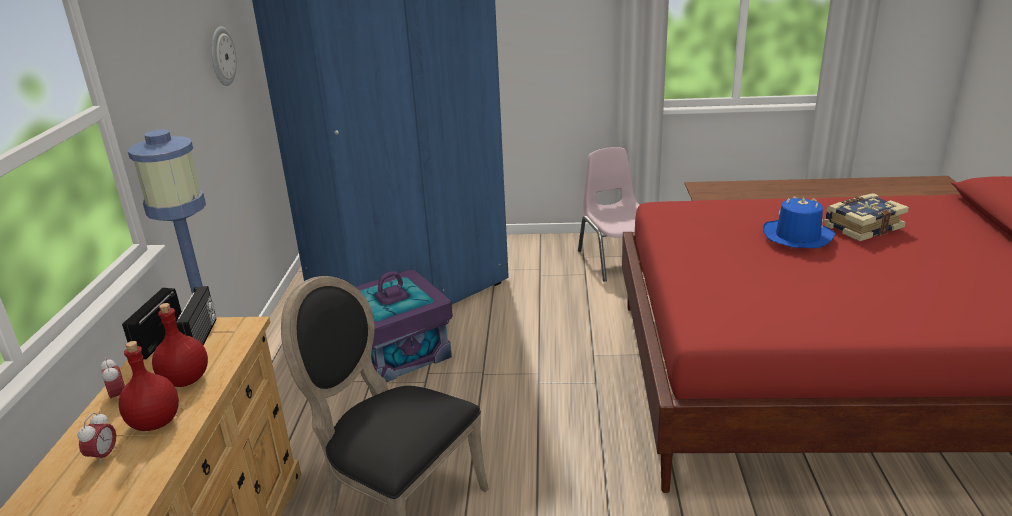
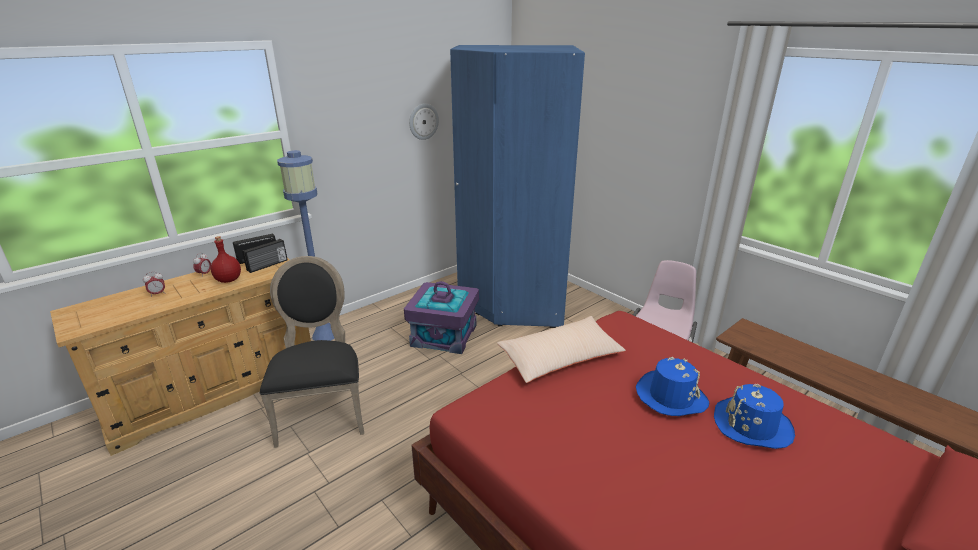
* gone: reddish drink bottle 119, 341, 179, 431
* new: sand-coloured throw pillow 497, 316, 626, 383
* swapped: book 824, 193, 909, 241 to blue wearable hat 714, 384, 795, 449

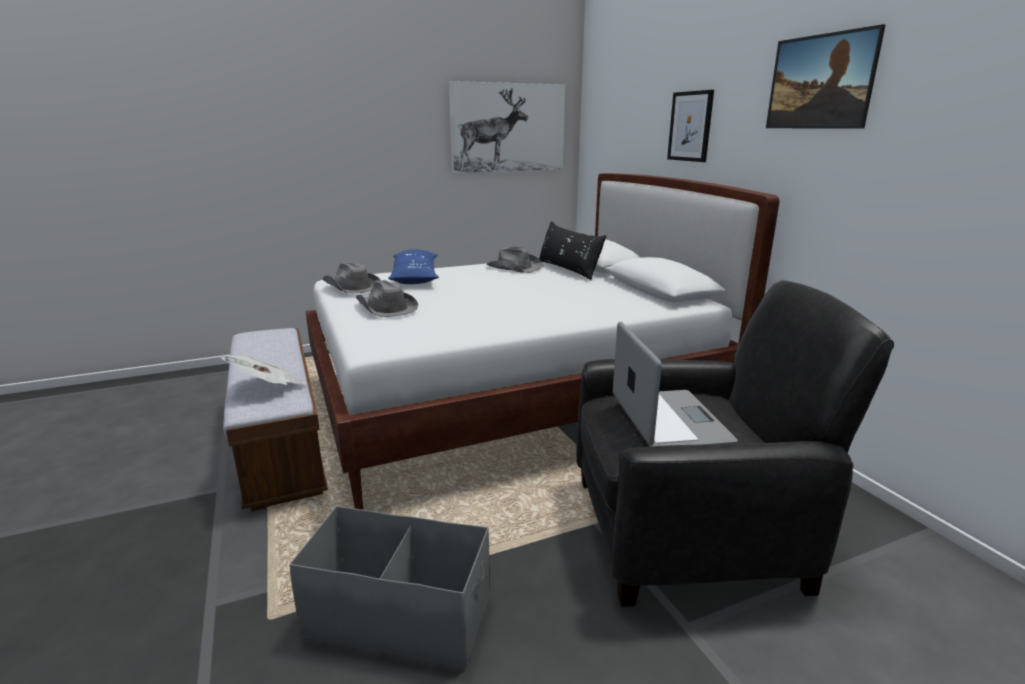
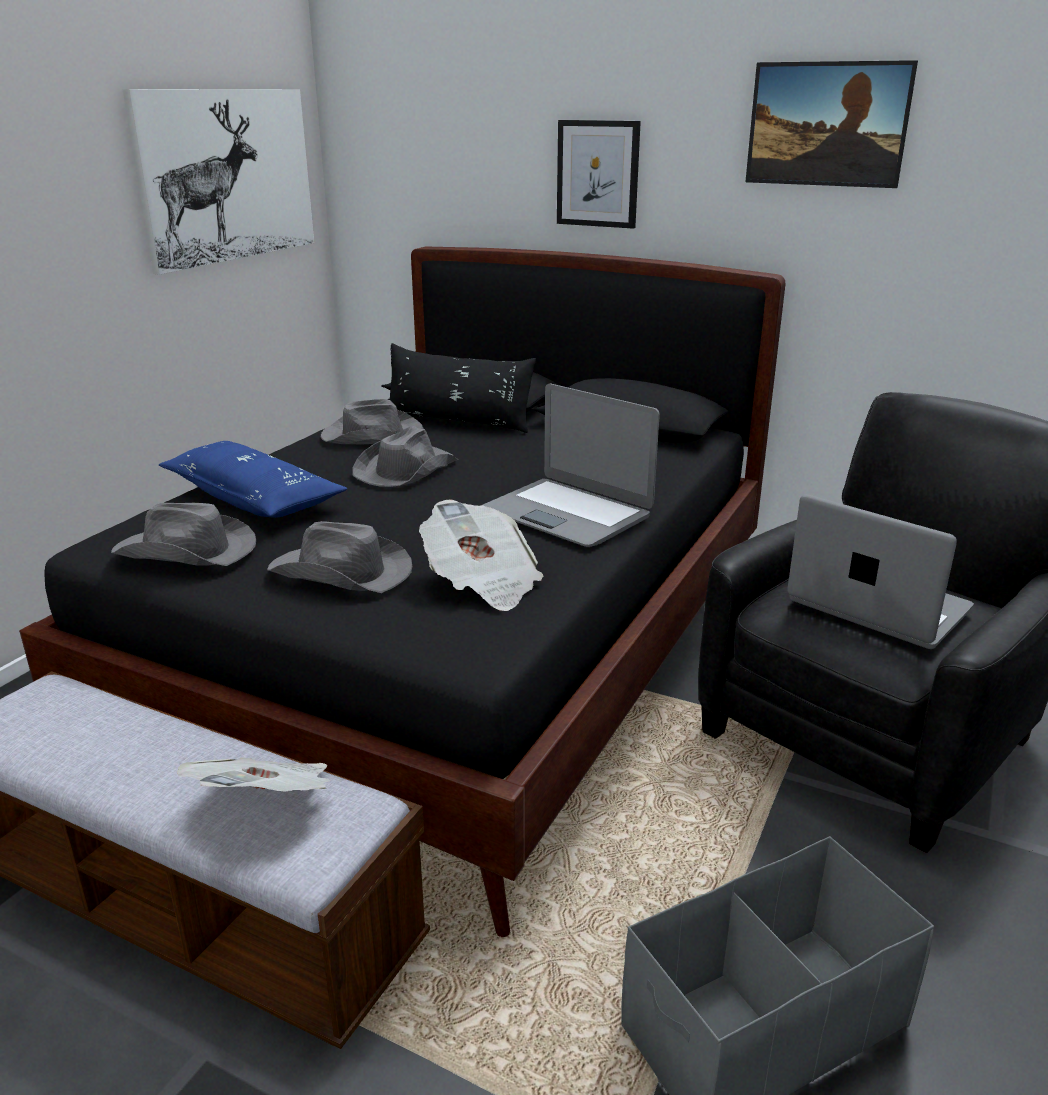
* new: gray wearable hat 352, 426, 458, 487
* new: printed paper 419, 500, 544, 611
* new: notebook computer 481, 384, 660, 547
* repainted: white bed 305, 173, 779, 510 to black-coloured bed 19, 247, 785, 937

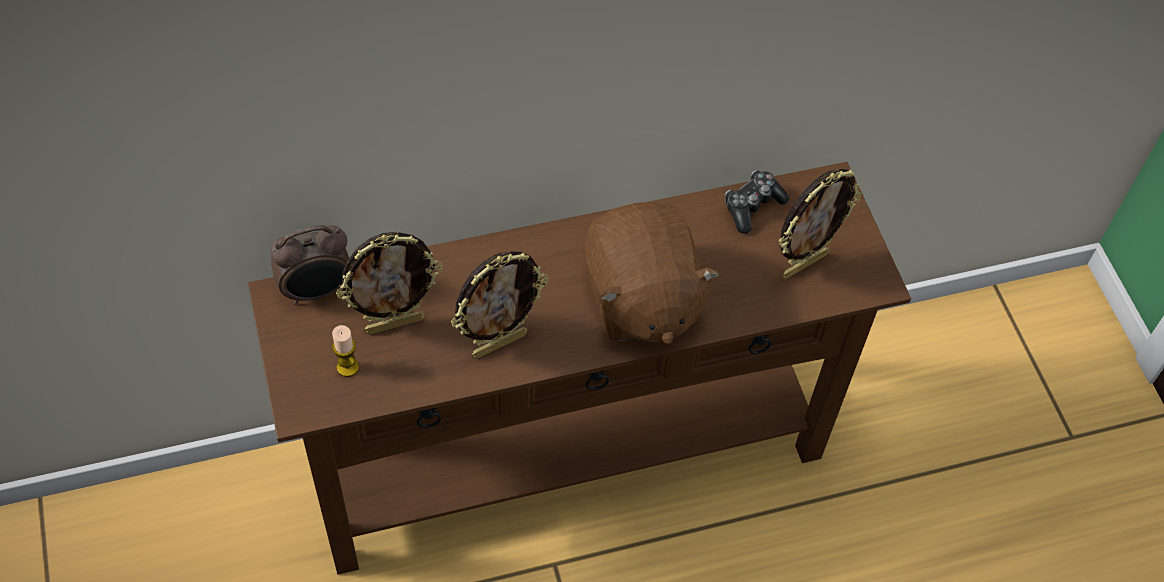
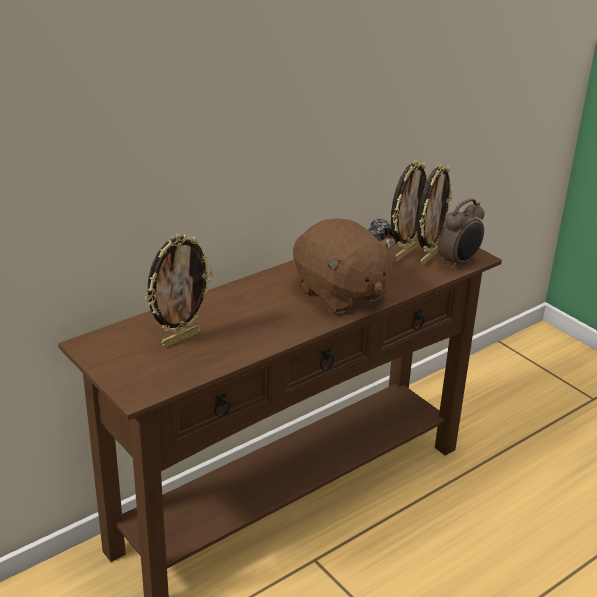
* gone: candle 332, 325, 359, 377
* shifted: table clock 271, 225, 349, 305 to 438, 199, 485, 270
* shifted: photo frame 451, 251, 548, 359 to 391, 160, 427, 262

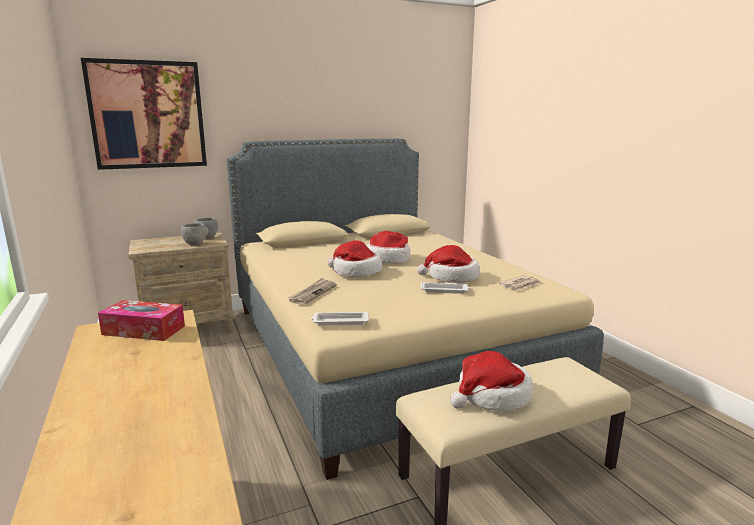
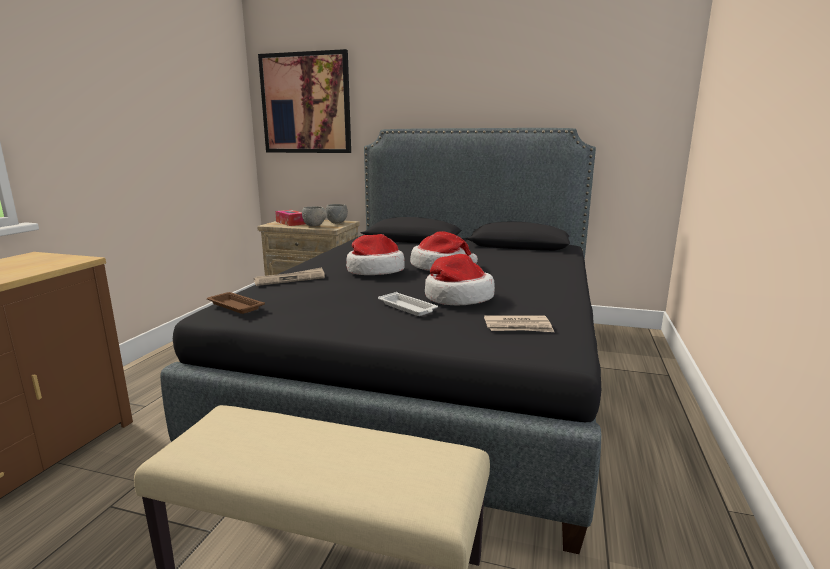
* gone: wearable hat 450, 351, 533, 411
* shifted: tissue box 98, 300, 185, 341 to 275, 210, 305, 226
* repainted: sand-coloured bed 227, 139, 604, 480 to black-coloured bed 160, 128, 601, 554
* repainted: white serving tray 311, 311, 369, 325 to brownish serving tray 207, 292, 265, 314

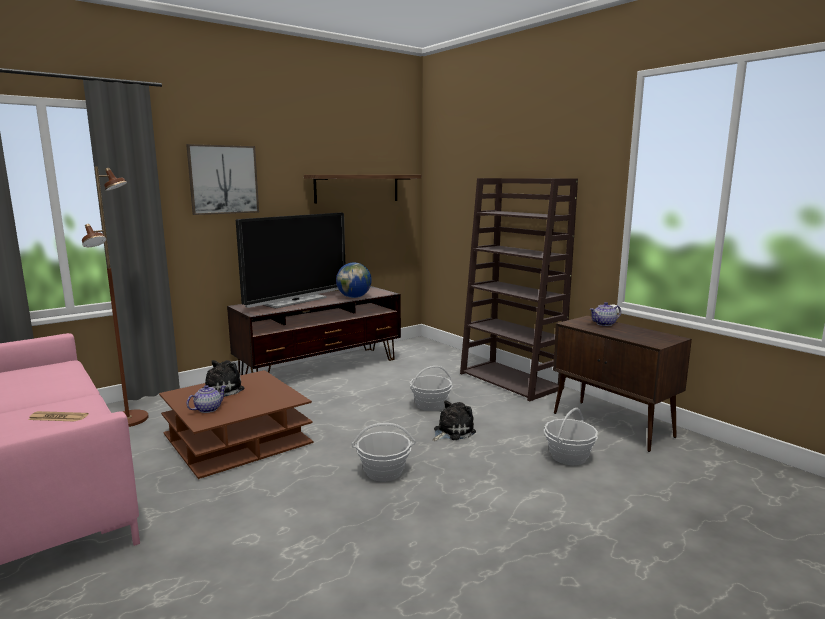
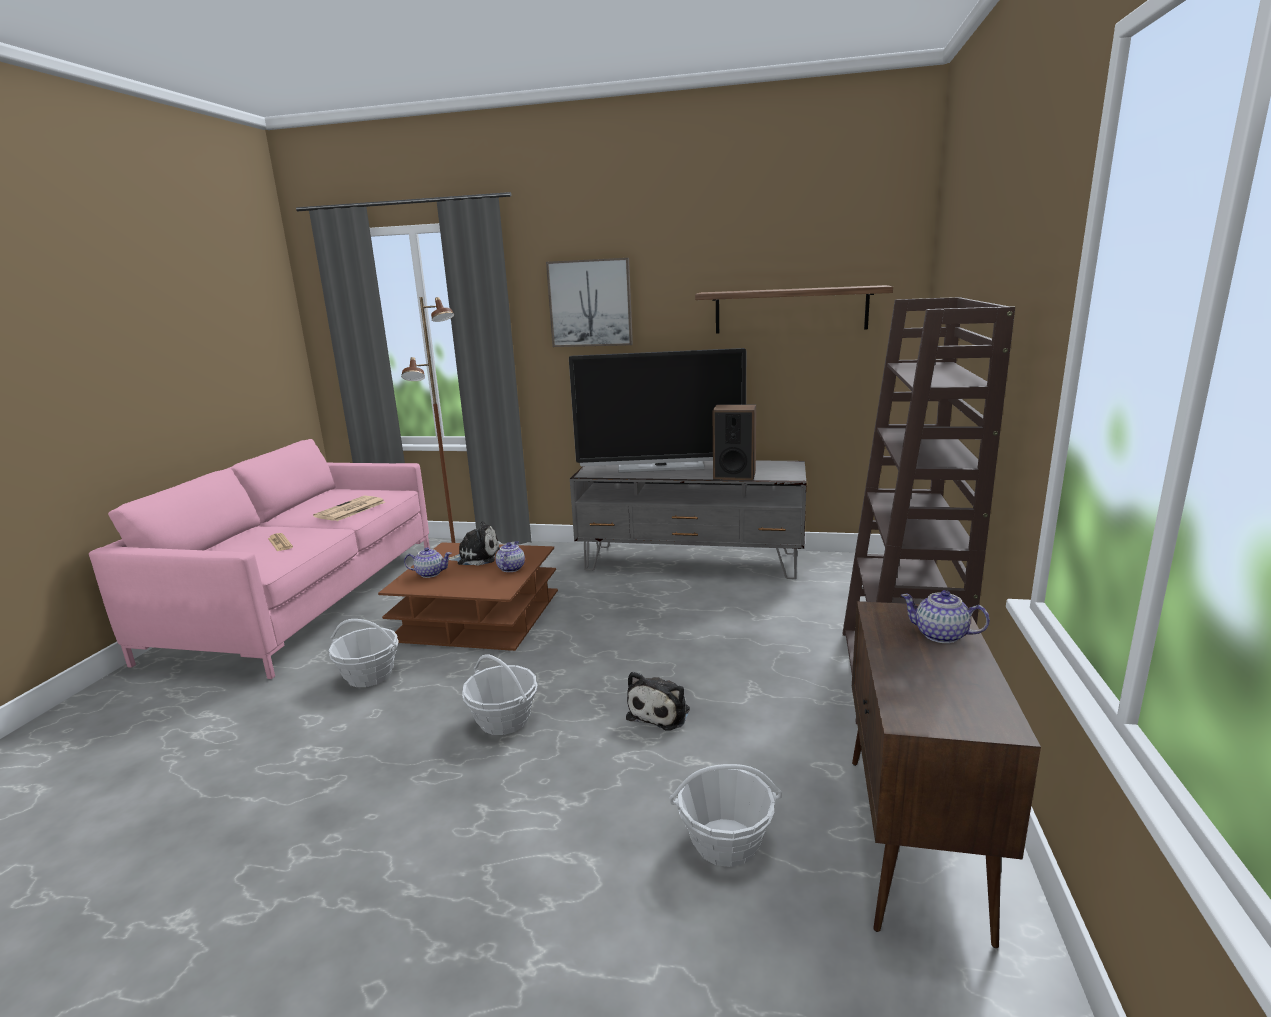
* new: printed paper 313, 496, 385, 521
* new: pot for tea 496, 541, 525, 572
* shifted: basket 410, 366, 452, 411 to 329, 619, 399, 687
* swapped: world globe 336, 262, 372, 298 to loudspeaker 712, 405, 756, 480
* repainted: brownish tv stand 227, 286, 401, 375 to gray tv stand 570, 460, 807, 579
* rotated: plush toy 433, 400, 476, 441 = 626, 671, 690, 731 105 degrees clockwise

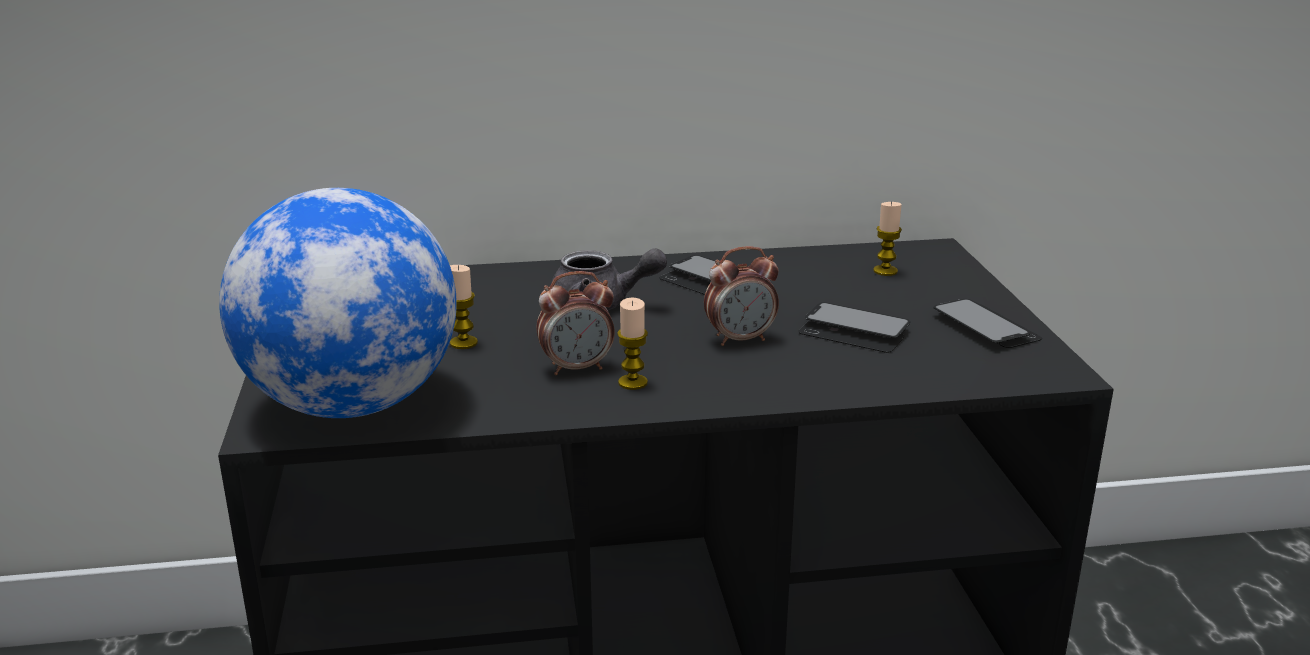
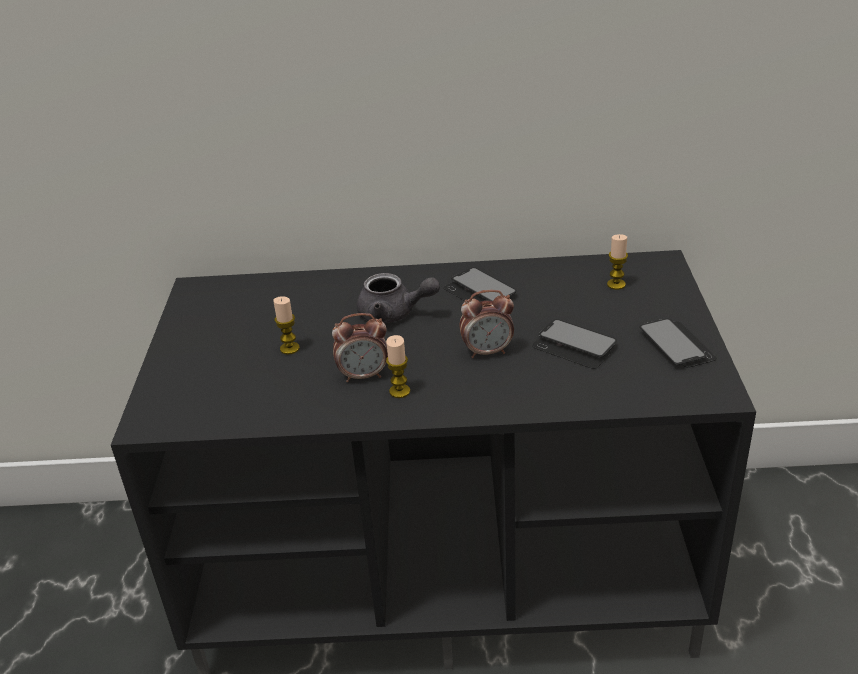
* gone: world globe 219, 188, 457, 418

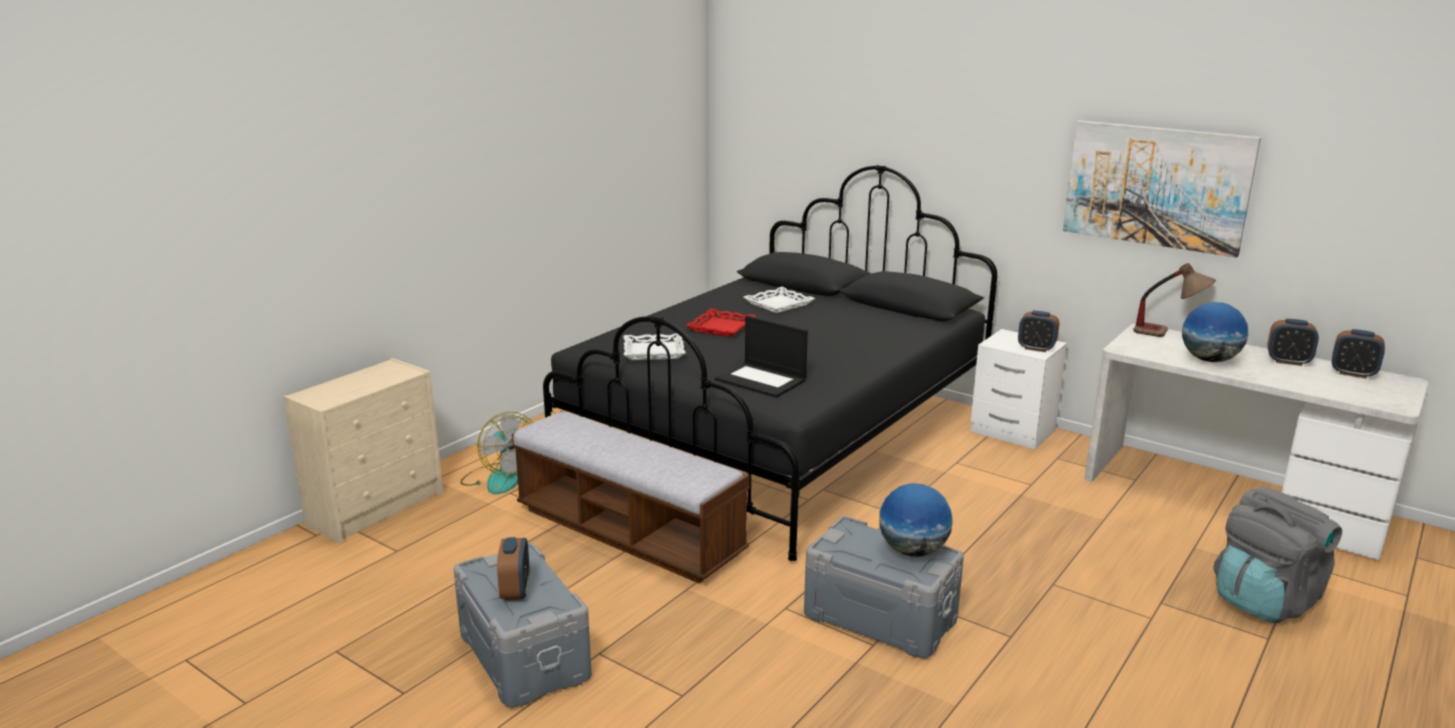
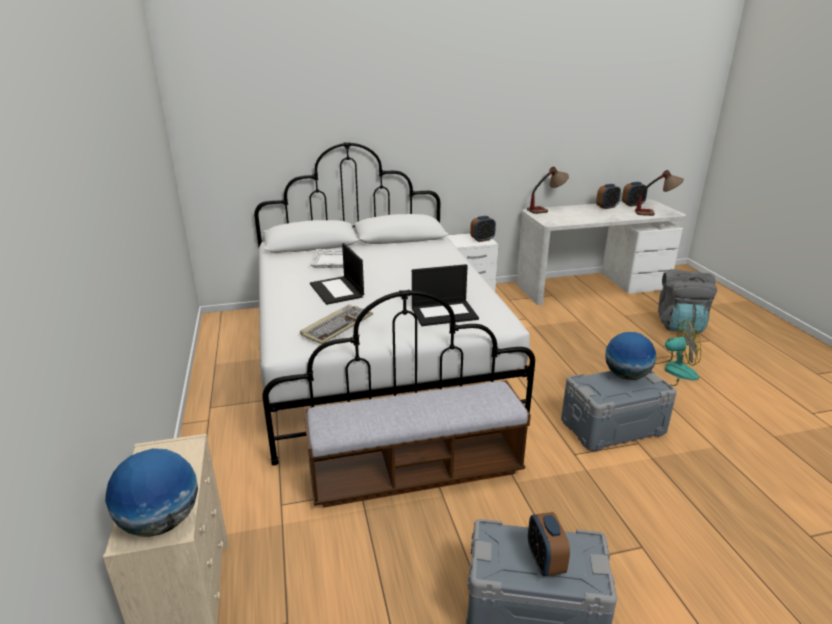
* gone: picture 1063, 120, 1261, 258
* new: table lamp 635, 170, 684, 216
* shifted: fan 460, 412, 533, 494 to 655, 320, 701, 386
* shifted: world globe 1182, 302, 1248, 362 to 105, 448, 198, 537
* swapped: white serving tray 623, 333, 686, 360 to PC keyboard 300, 304, 373, 344
* swapped: reddish serving tray 685, 308, 756, 337 to notebook computer 310, 243, 364, 305
* repainted: black-coloured bed 543, 165, 997, 561 to white bed 254, 142, 535, 466
* rotated: table clock 497, 537, 530, 600 = 528, 512, 570, 576 135 degrees counterclockwise

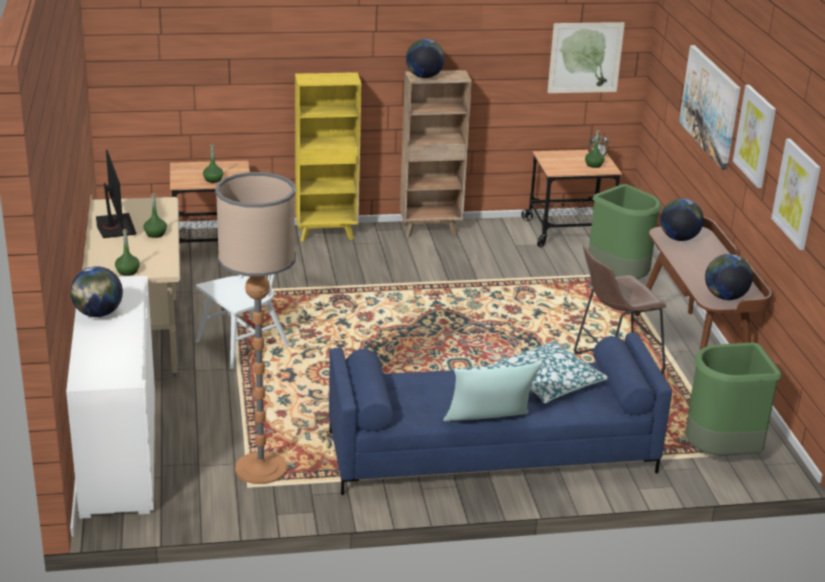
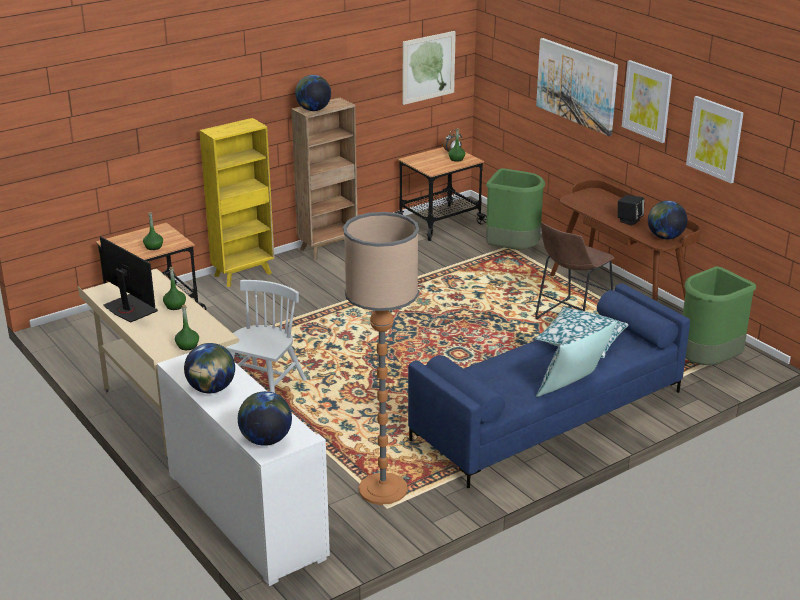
* new: black-coloured loudspeaker 618, 195, 644, 226
* shifted: world globe 660, 198, 704, 241 to 238, 391, 292, 446

